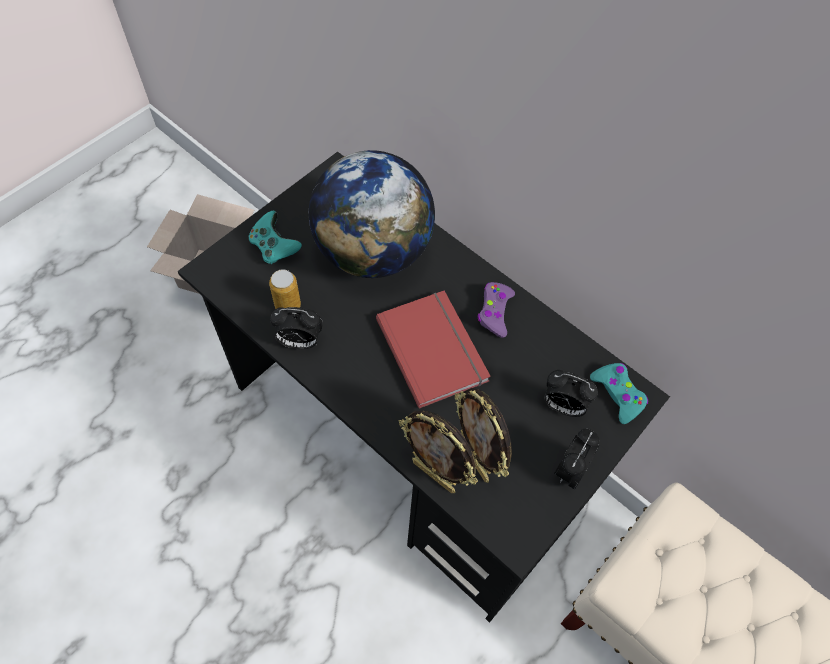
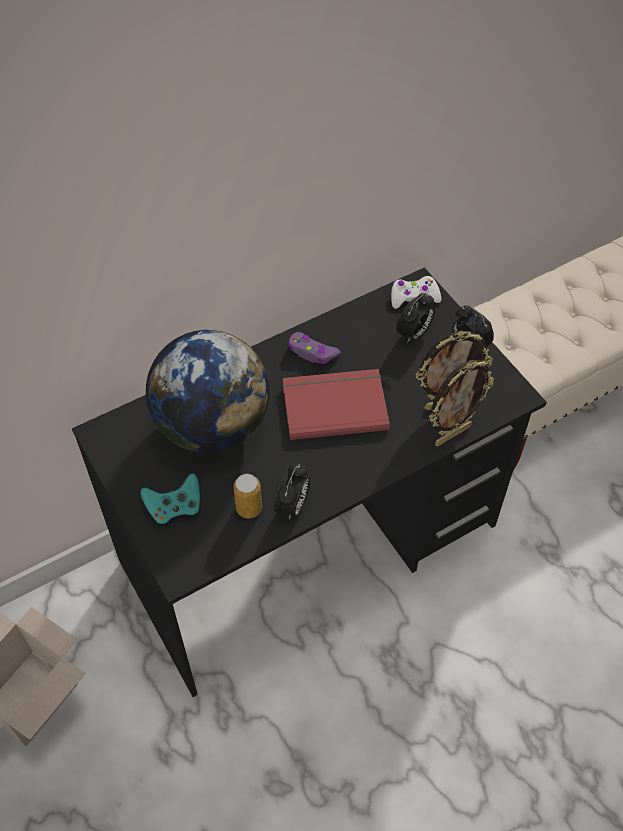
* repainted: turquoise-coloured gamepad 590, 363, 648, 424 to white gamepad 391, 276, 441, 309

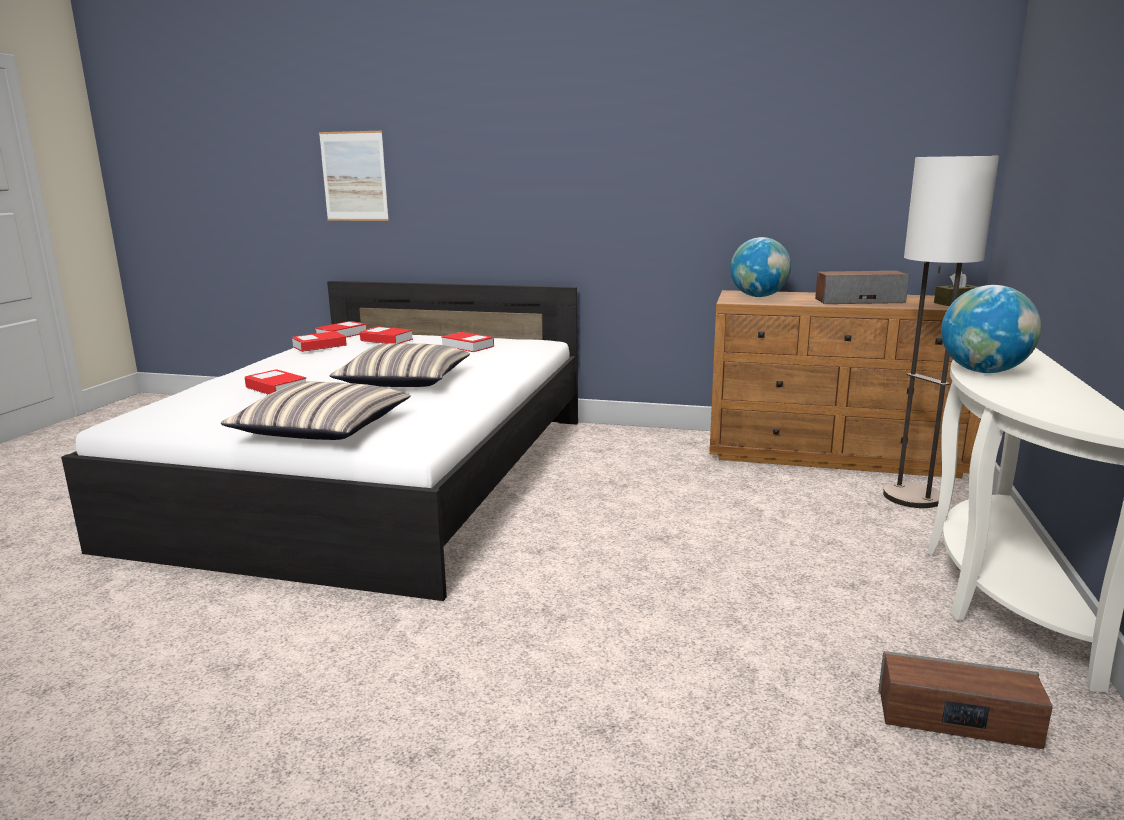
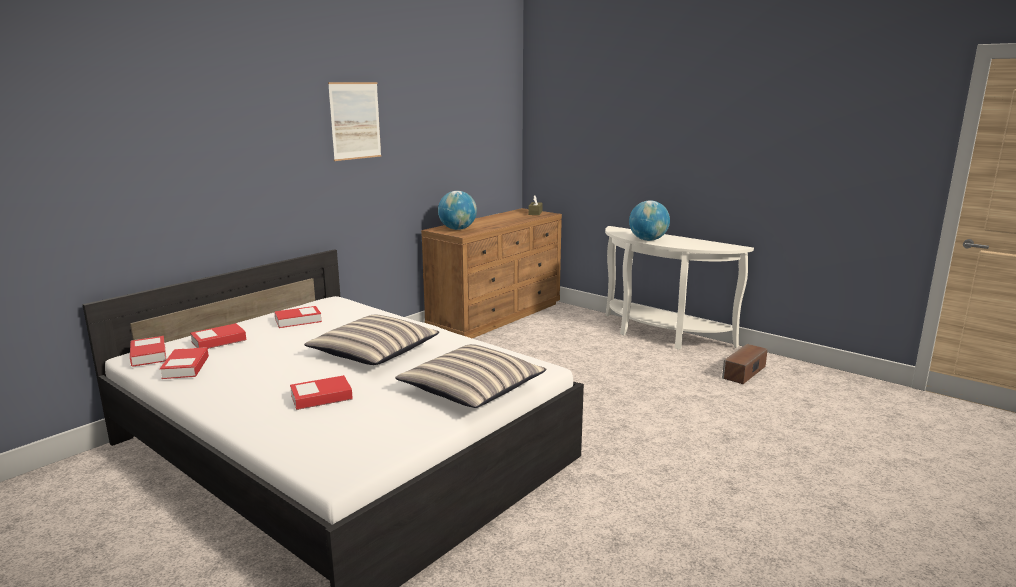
* gone: loudspeaker 815, 271, 909, 304
* gone: standard lamp 883, 156, 999, 508
* shifted: picture 319, 131, 389, 221 to 328, 82, 381, 161

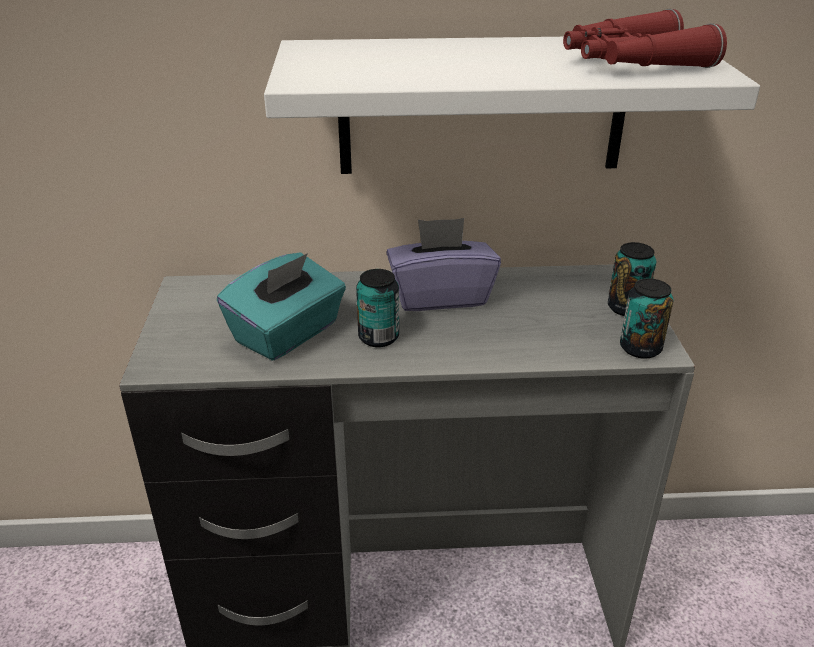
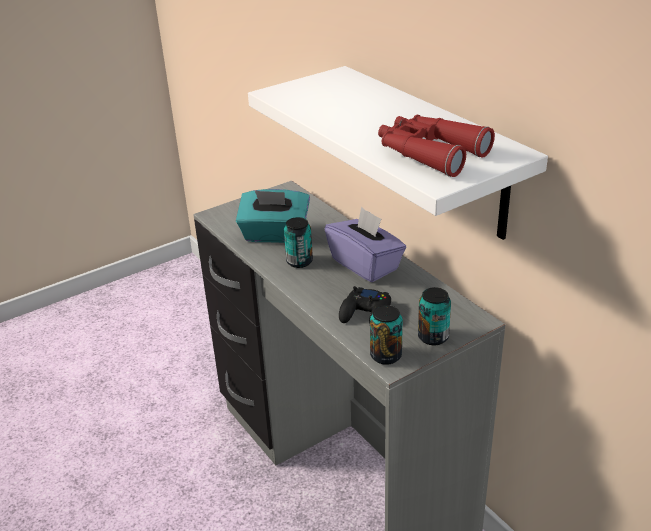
* new: black-coloured gamepad 339, 286, 391, 324

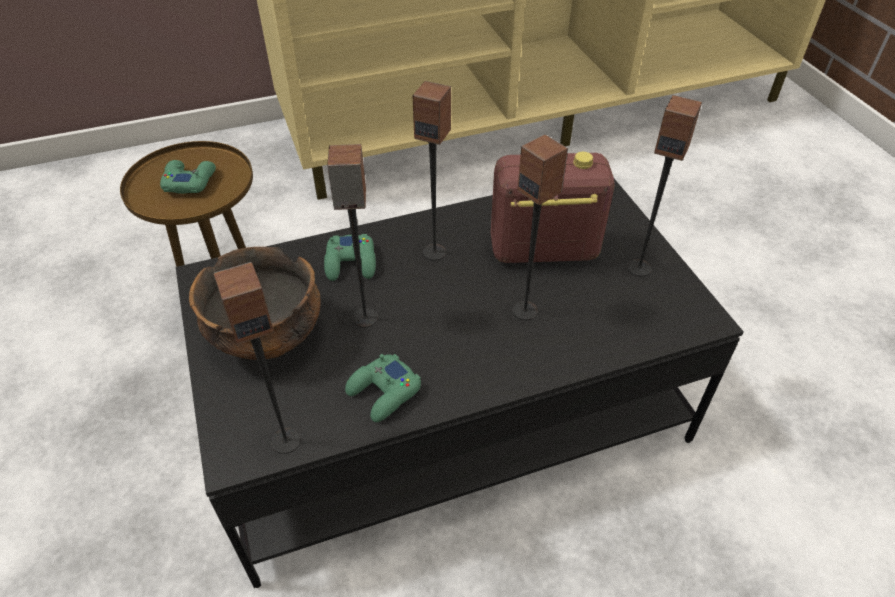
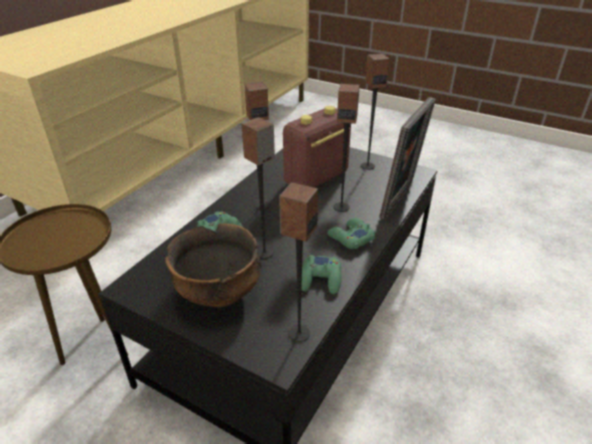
* new: photo frame 379, 97, 436, 220
* shifted: green gamepad 160, 160, 216, 194 to 327, 218, 375, 249

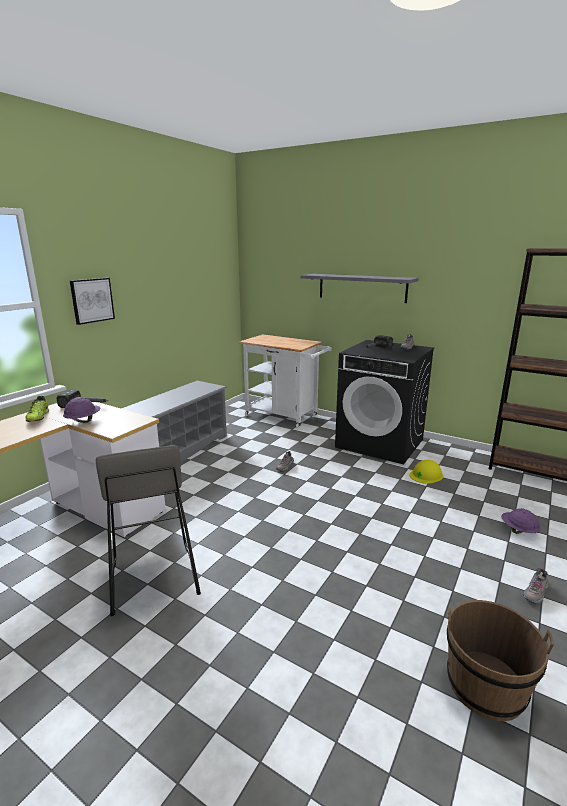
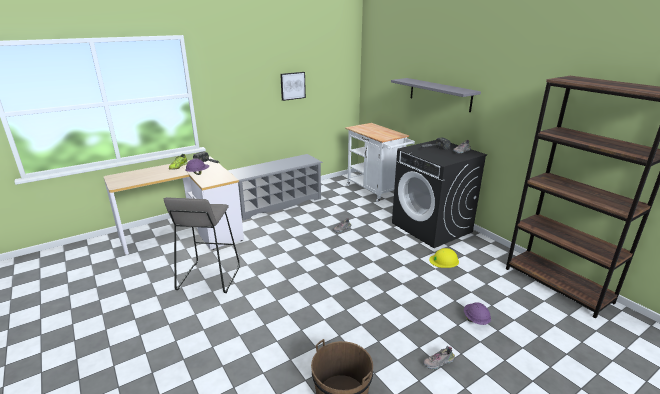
* shifted: picture 70, 278, 115, 325 to 280, 72, 306, 101

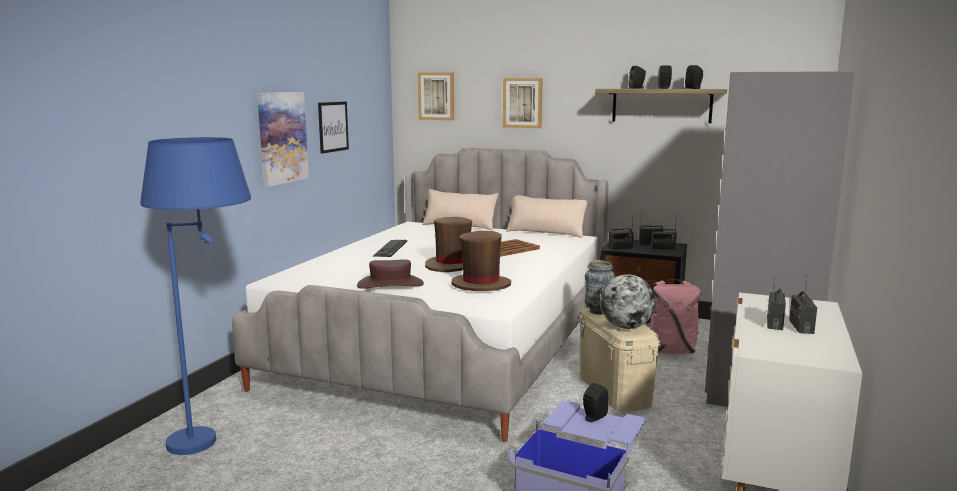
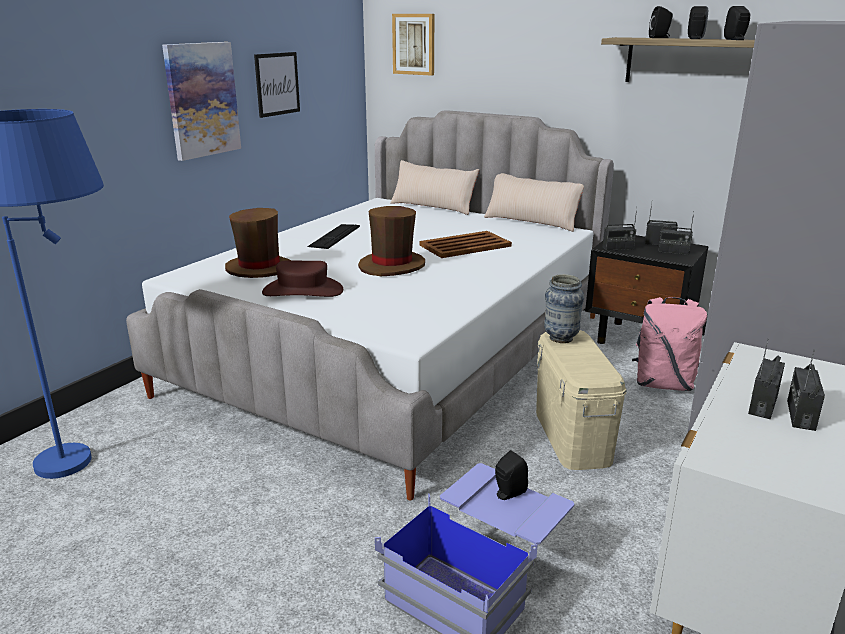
* gone: picture 503, 78, 543, 128
* gone: world globe 600, 274, 656, 329
* shifted: brownish wearable hat 451, 231, 511, 291 to 225, 208, 290, 278

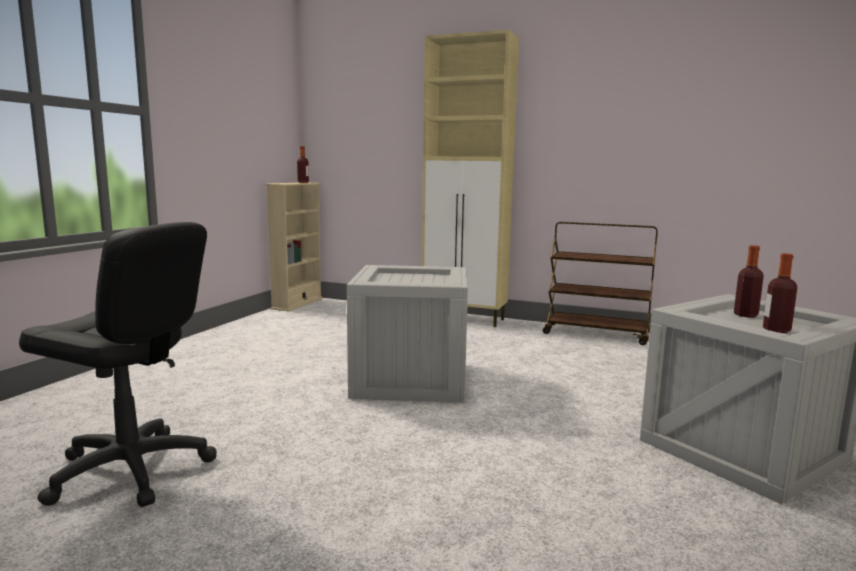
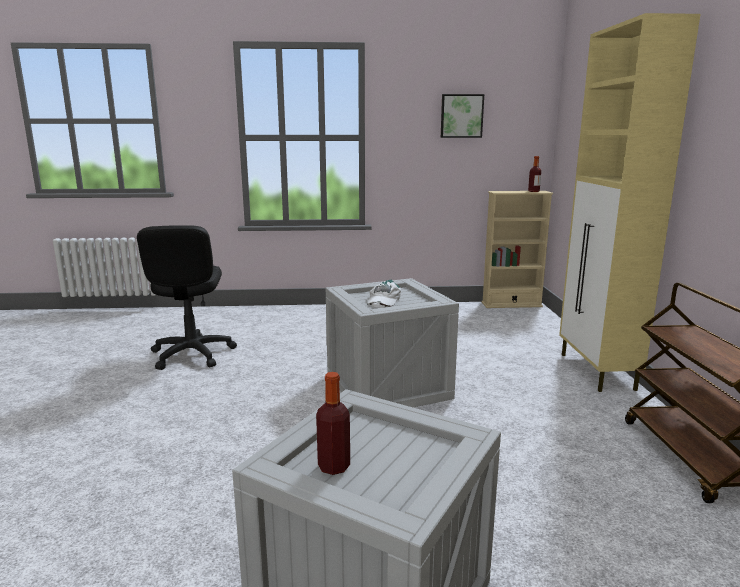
* gone: drink bottle 734, 245, 764, 317
* new: white cap 367, 280, 401, 308
* new: picture 441, 94, 484, 138

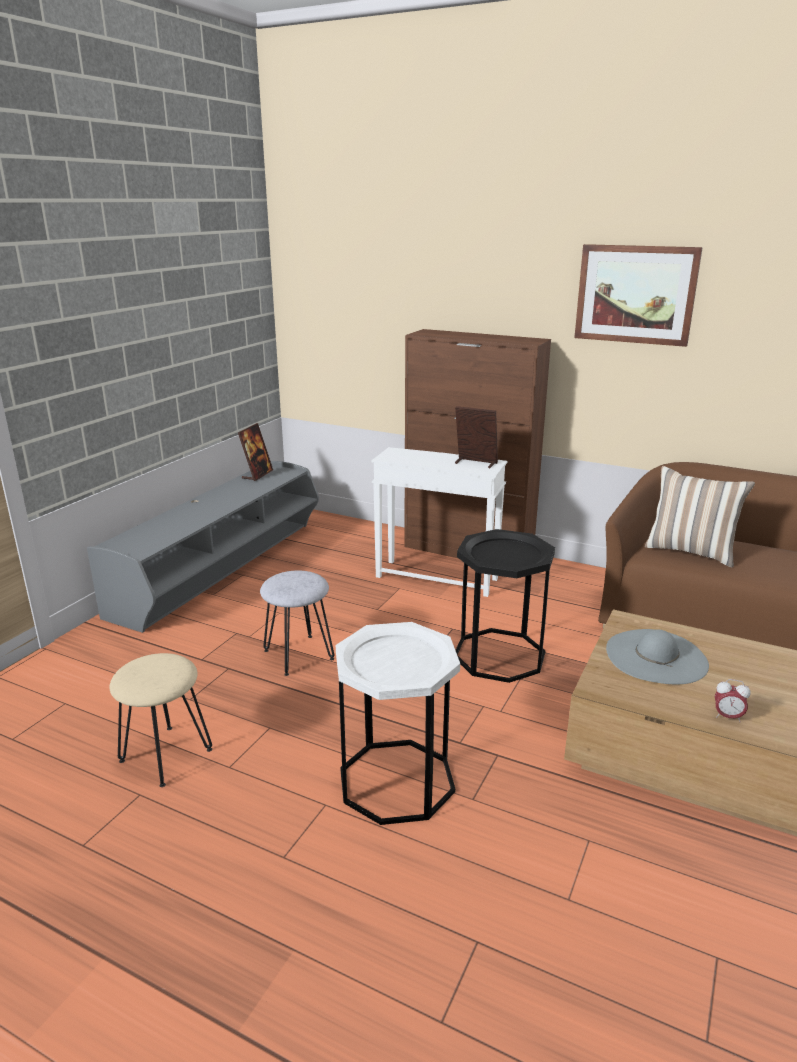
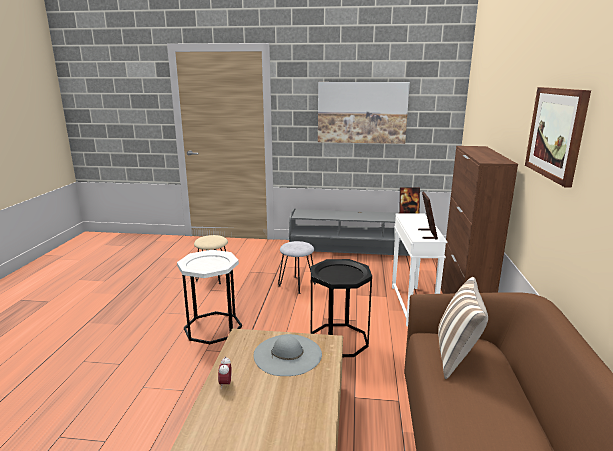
* new: picture 318, 82, 410, 144

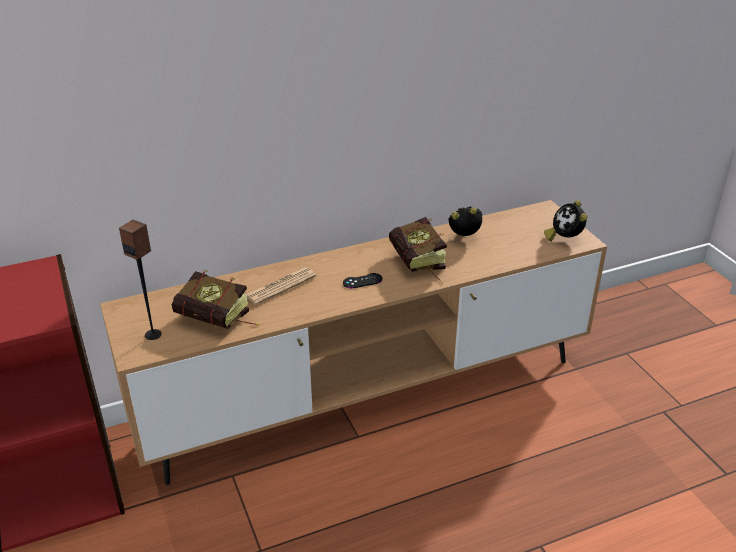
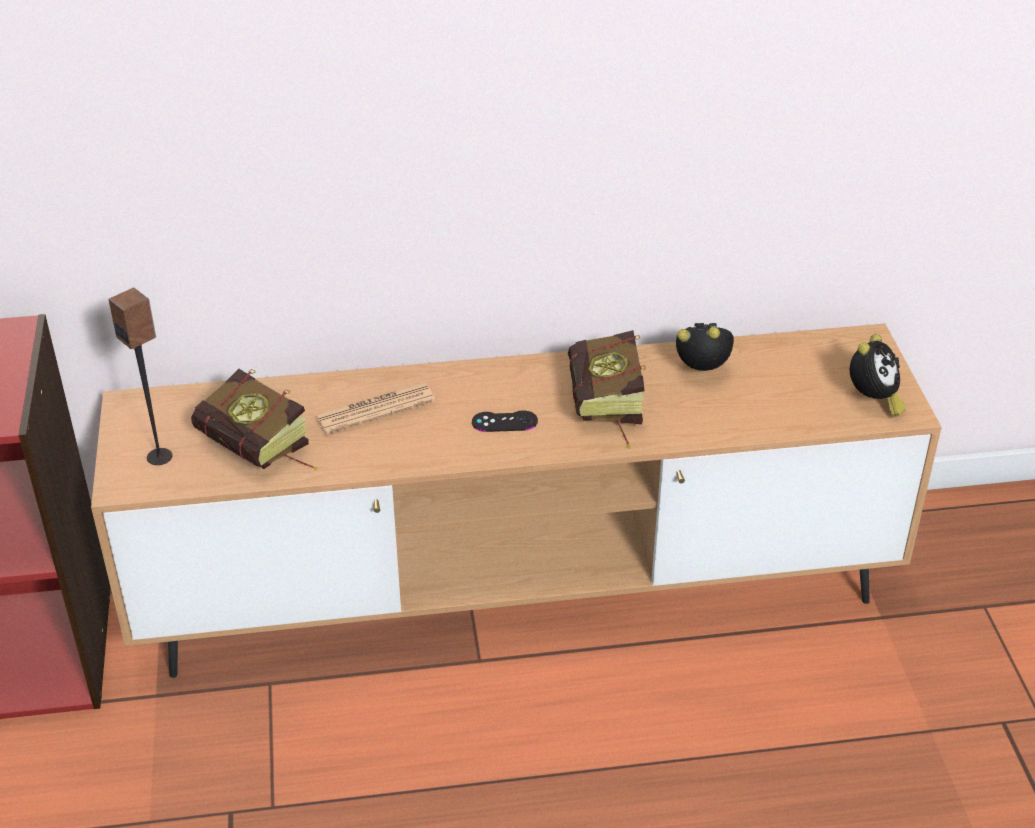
* rotated: table clock 544, 200, 588, 241 = 849, 334, 906, 416 150 degrees counterclockwise

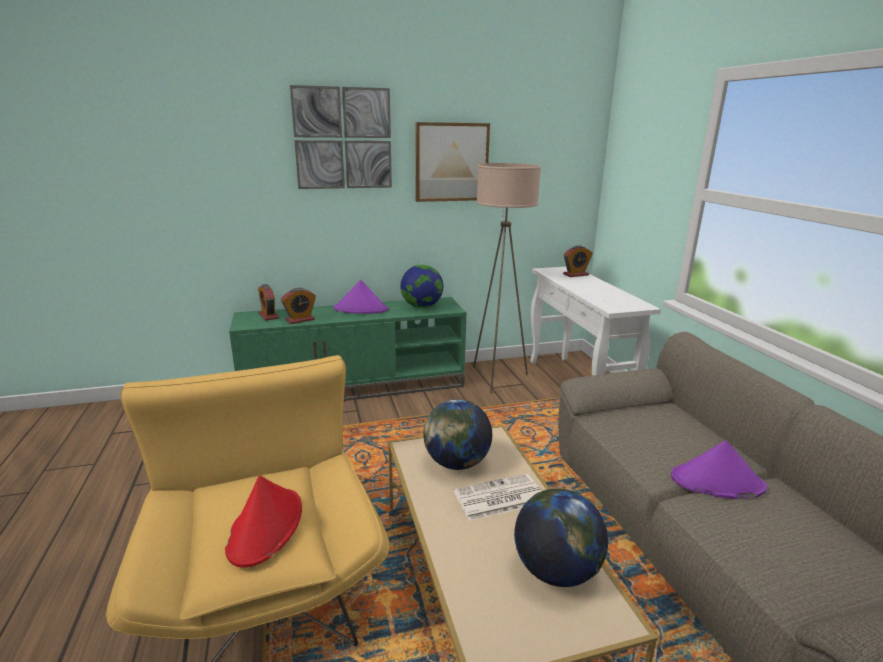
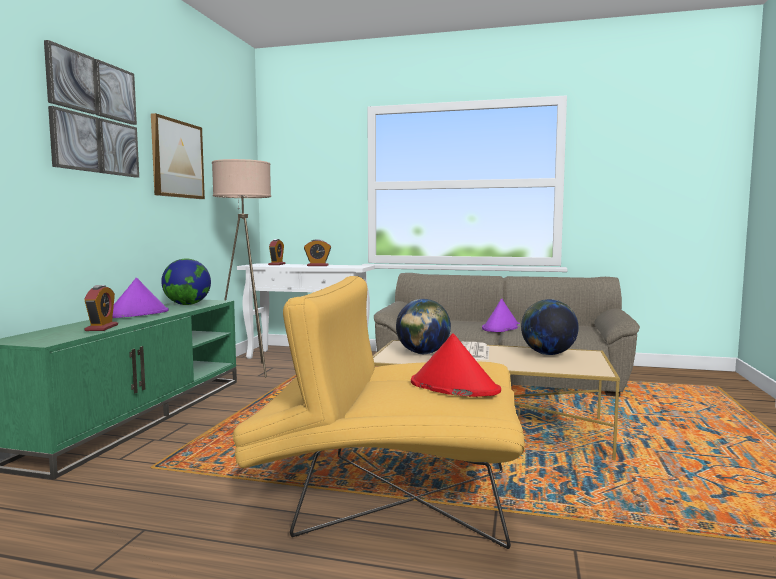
* shifted: table clock 258, 284, 279, 321 to 304, 239, 331, 266

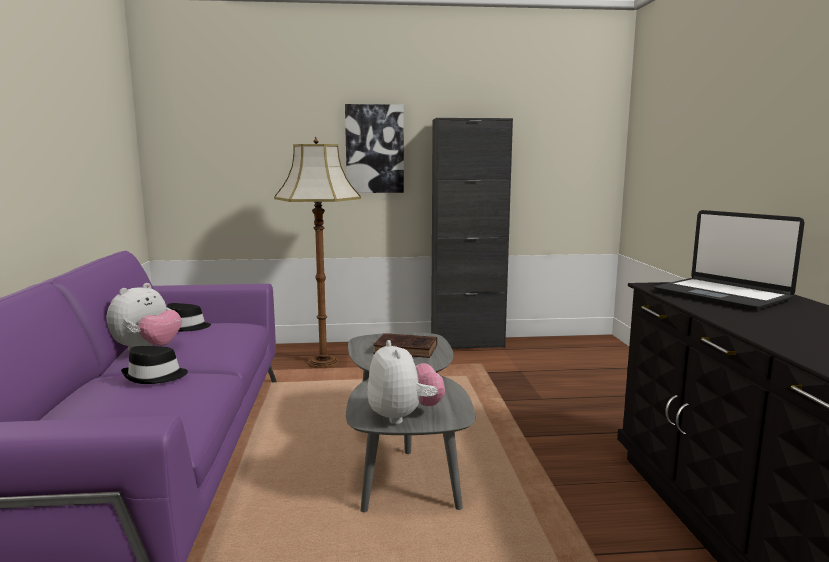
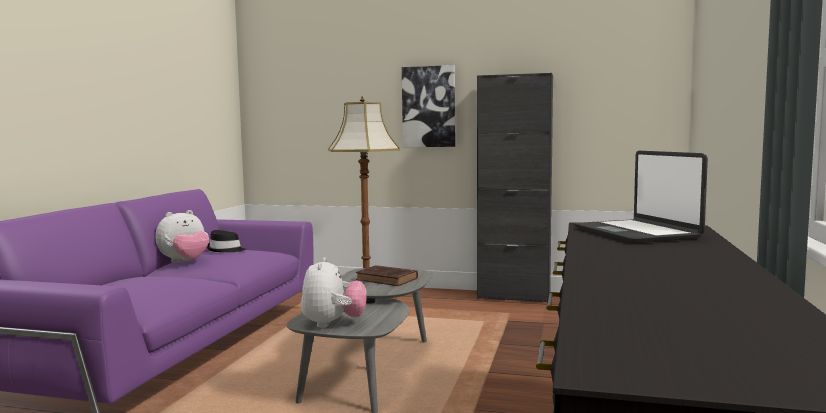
* gone: black-coloured wearable hat 121, 346, 188, 384

